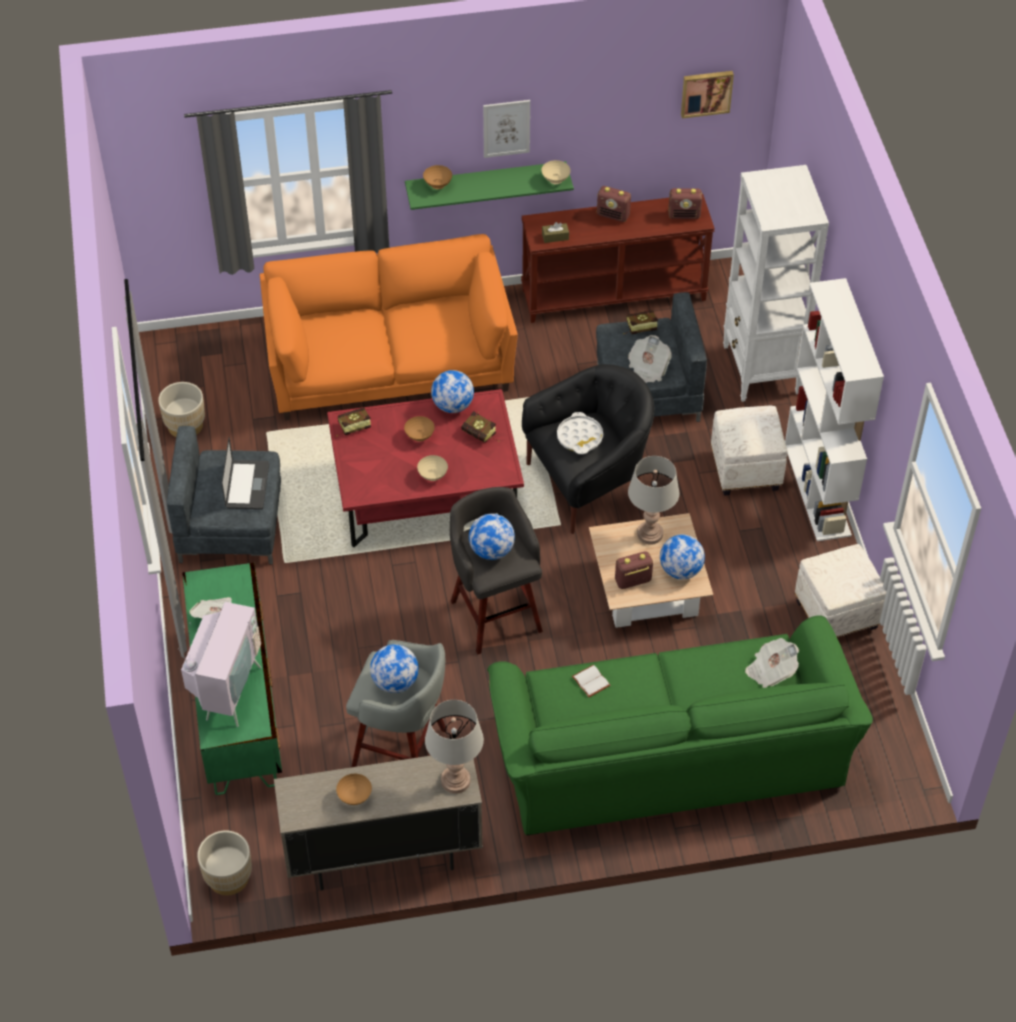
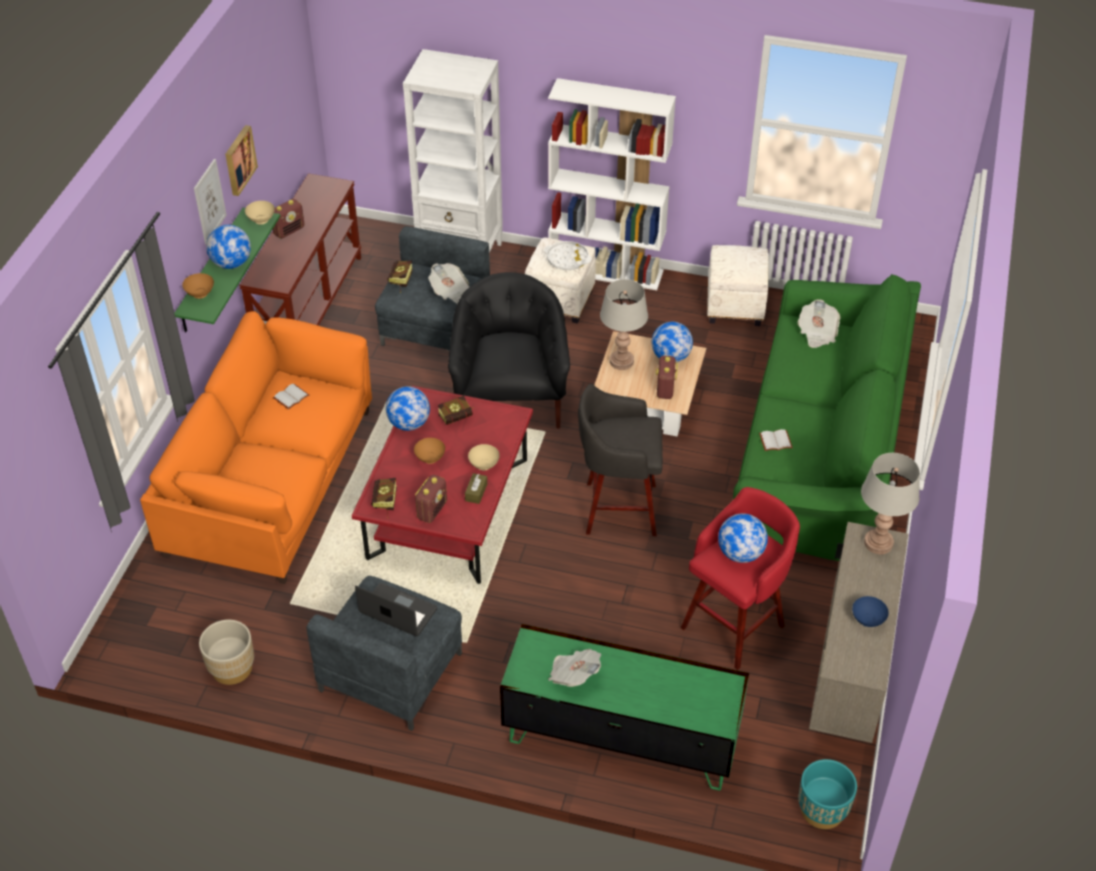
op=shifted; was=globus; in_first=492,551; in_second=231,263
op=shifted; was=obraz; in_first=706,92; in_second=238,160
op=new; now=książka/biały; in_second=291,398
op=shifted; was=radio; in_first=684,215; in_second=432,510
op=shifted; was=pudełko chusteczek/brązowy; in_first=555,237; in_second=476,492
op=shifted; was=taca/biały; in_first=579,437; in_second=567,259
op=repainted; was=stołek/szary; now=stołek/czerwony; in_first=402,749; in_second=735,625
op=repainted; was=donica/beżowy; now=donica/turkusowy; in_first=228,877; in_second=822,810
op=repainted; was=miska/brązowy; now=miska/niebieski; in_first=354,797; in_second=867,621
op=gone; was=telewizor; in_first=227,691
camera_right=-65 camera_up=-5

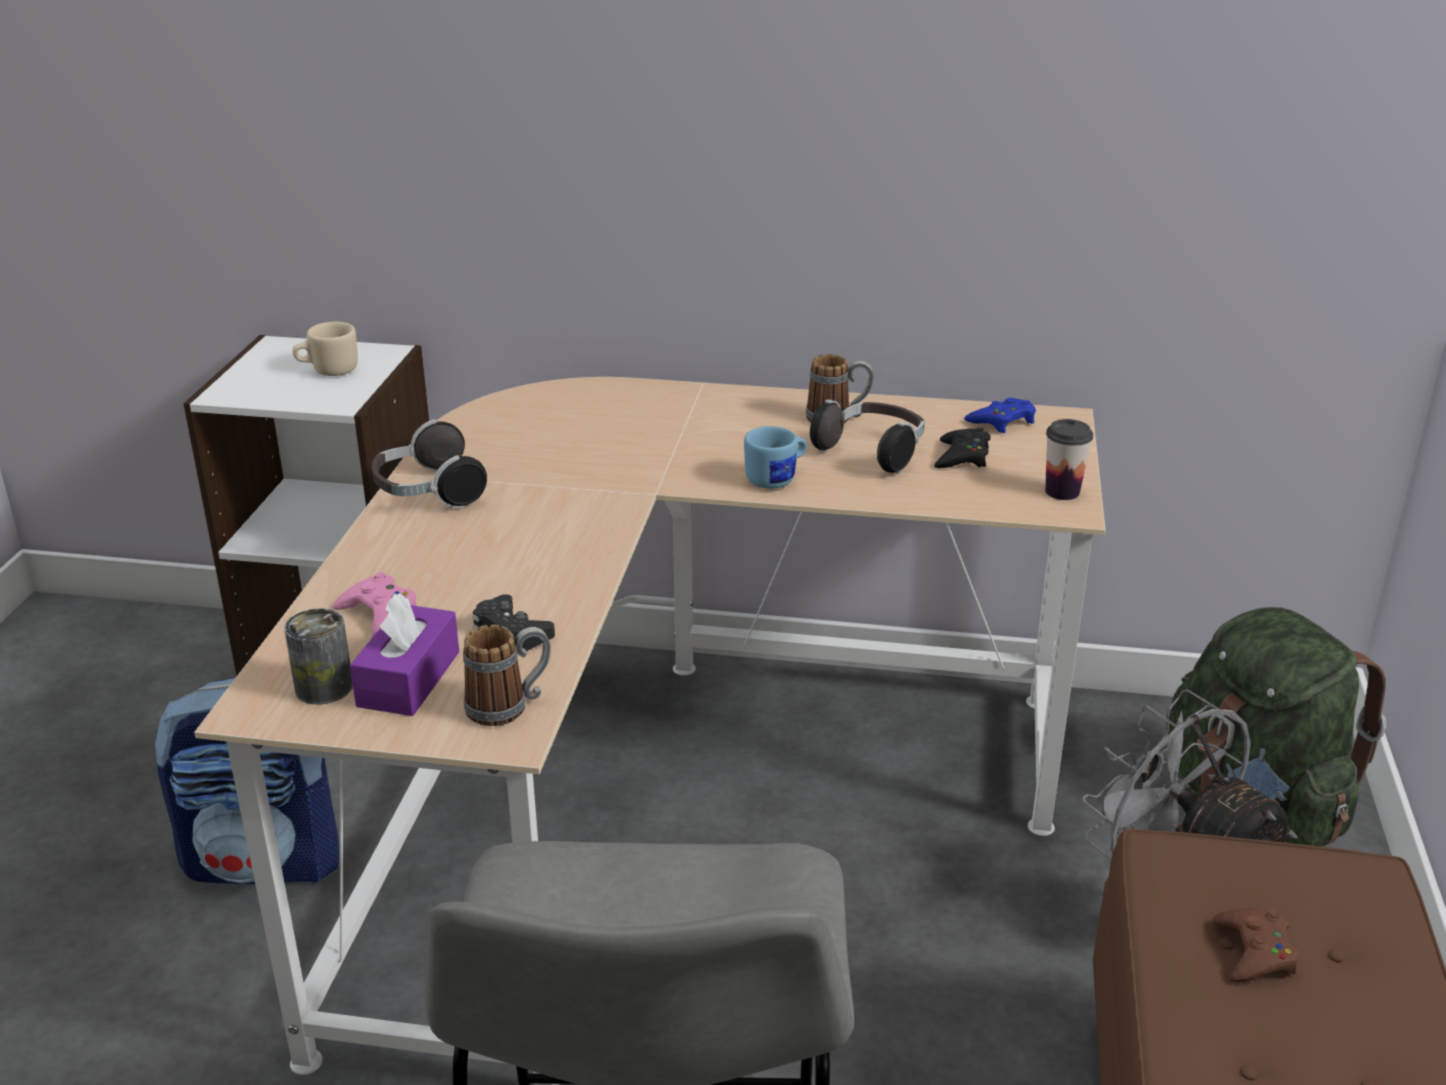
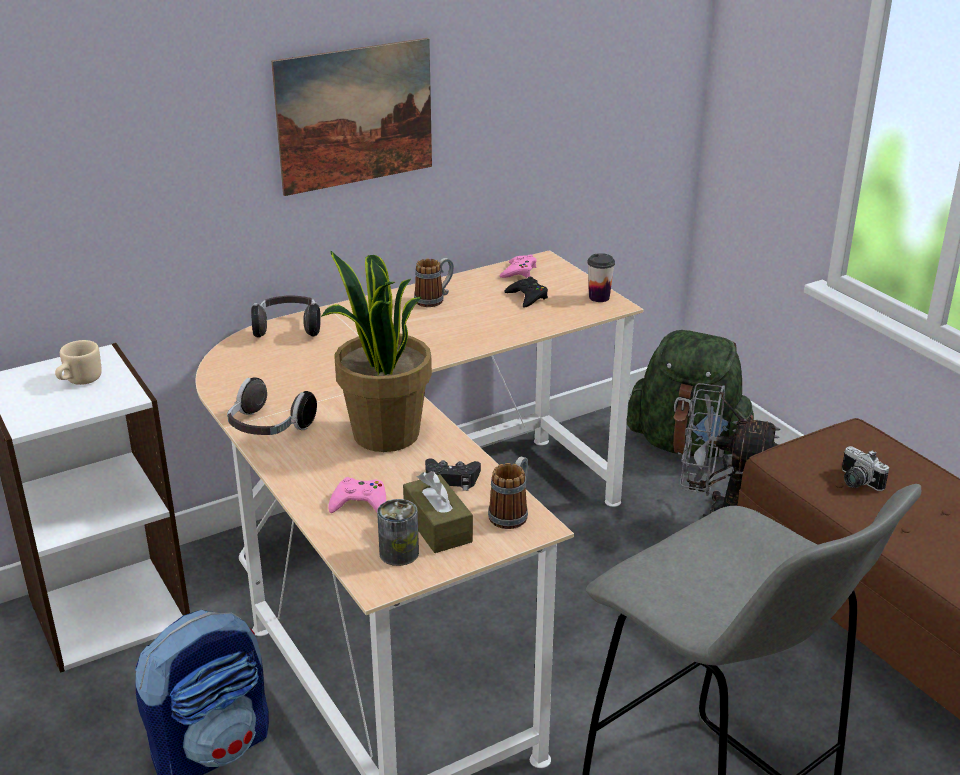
op=shifted; was=słuchawki; in_first=873,452; in_second=288,328
op=new; now=obraz; in_second=355,116
op=new; now=roślina doniczkowa; in_second=384,434
op=repainted; was=pudełko chusteczek/fioletowy; now=pudełko chusteczek/brązowy; in_first=409,679; in_second=437,526
op=repainted; was=pad do gier/niebieski; now=pad do gier/różowy; in_first=1002,421; in_second=519,271
op=swapped; was=pad do gier/brązowy; now=aparat fotograficzny; in_first=1254,953; in_second=856,482
op=gone; was=kubek/niebieski; in_first=777,479
camera_right=-40 camera_up=0

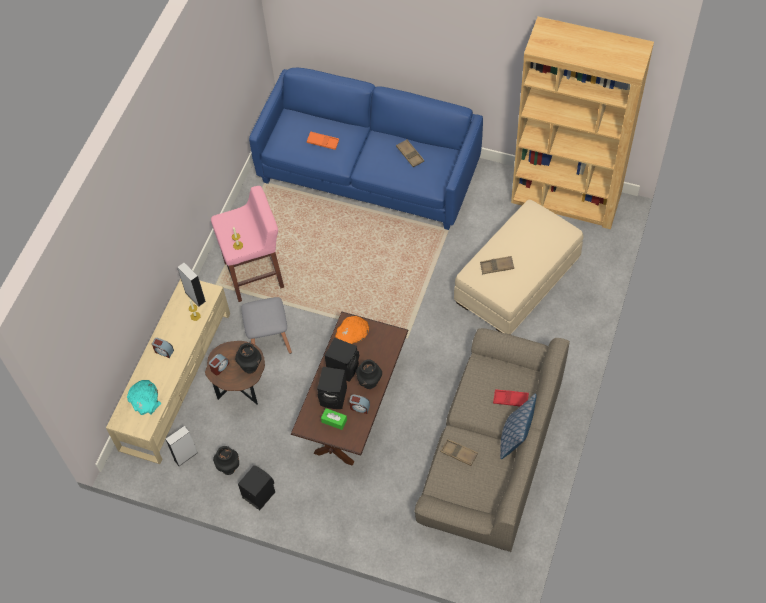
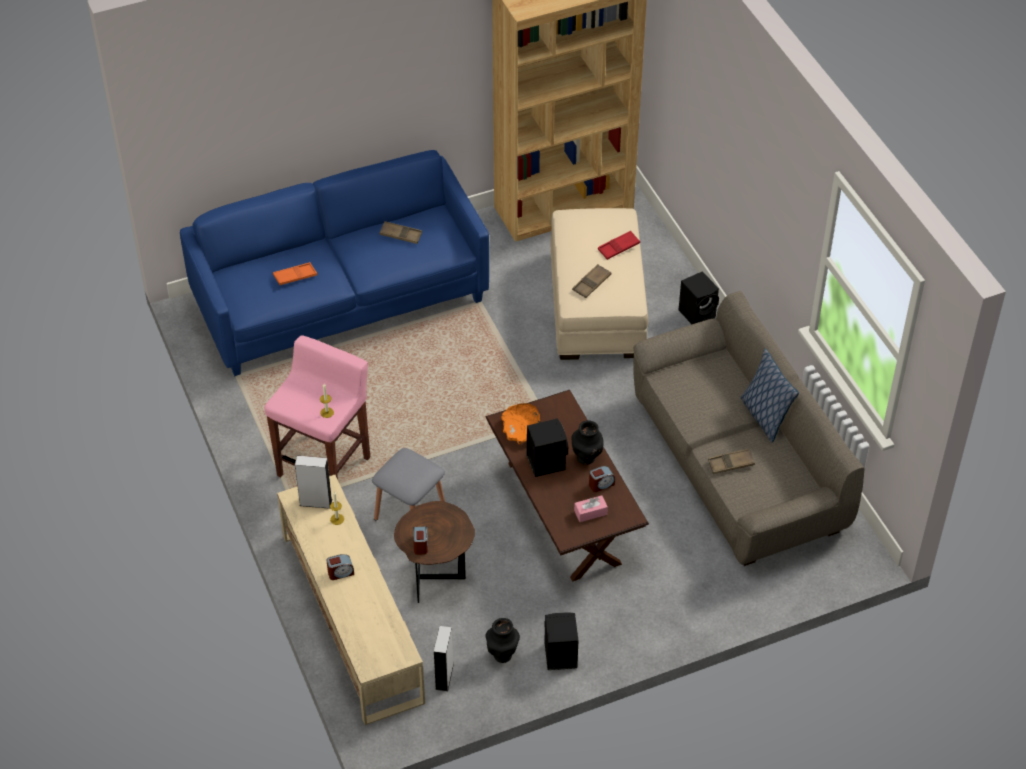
op=repainted; was=pudełko chusteczek/zielony; now=pudełko chusteczek/różowy; in_first=334,421; in_second=590,512
op=shifted; was=taca/czerwony; in_first=510,399; in_second=618,247
op=shifted; was=głośnik/czarny; in_first=334,397; in_second=698,314
op=gone; was=miska/turkusowy; in_first=145,400
op=gone; was=wazon/czarny; in_first=250,367
camera_right=-45 camera_up=-10

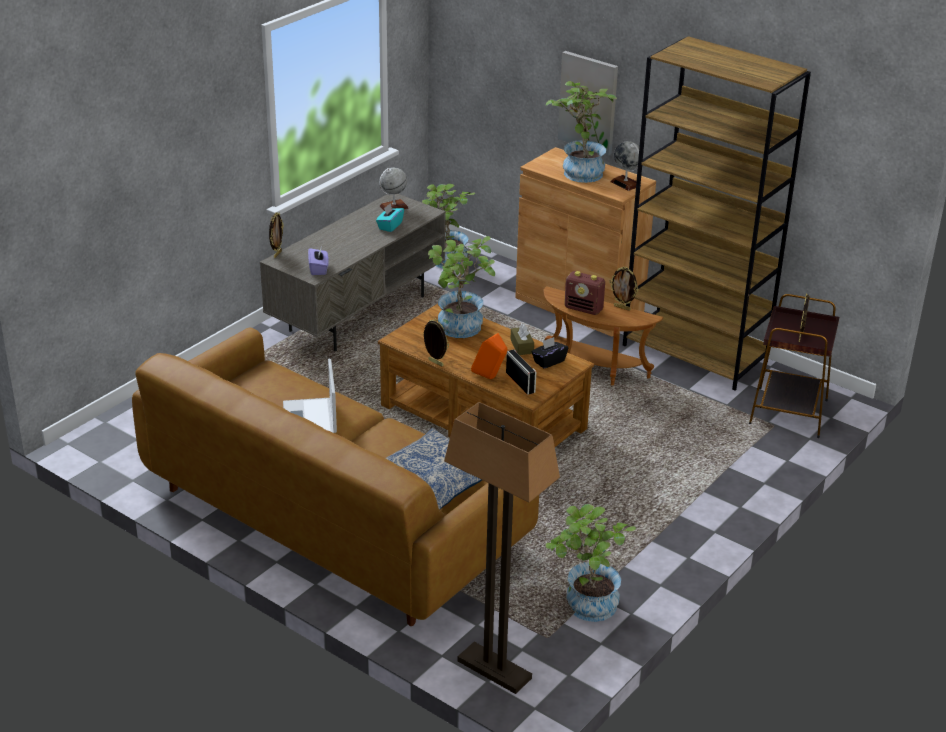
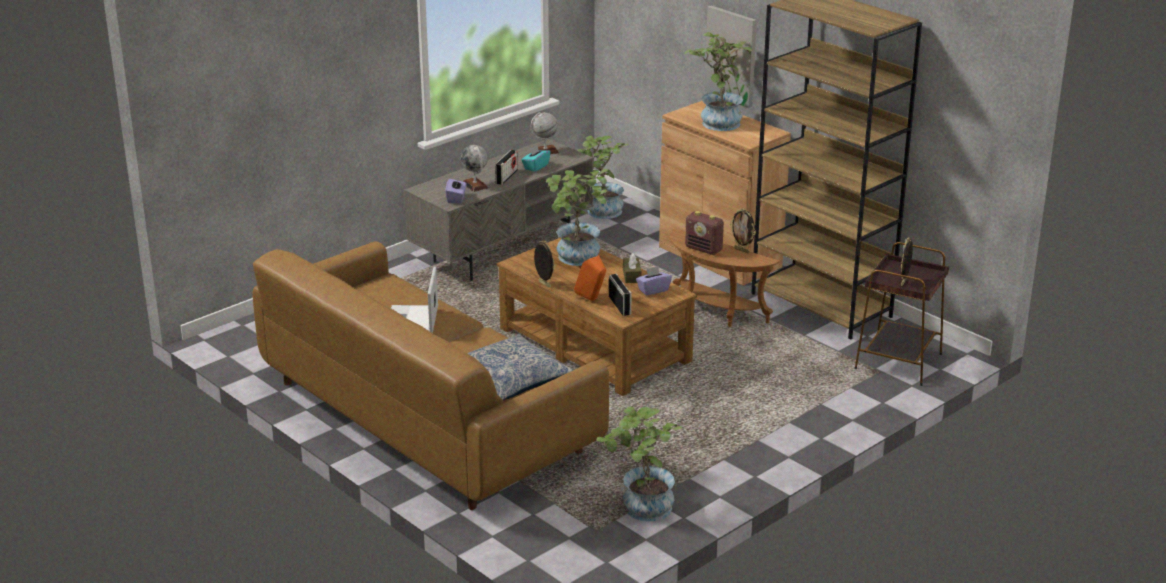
op=shifted; was=globus; in_first=625,183; in_second=475,185
op=new; now=radio; in_second=506,177
op=repainted; was=pudełko chusteczek/czarny; now=pudełko chusteczek/fioletowy; in_first=549,361; in_second=653,290
op=gone; was=ramka na zdjęcie; in_first=277,254
op=gone; was=lampa stojąca; in_first=493,670
camera_right=10 camera_up=-5

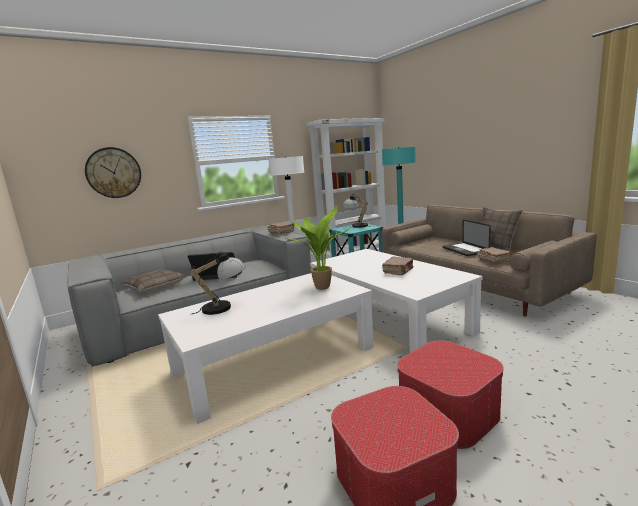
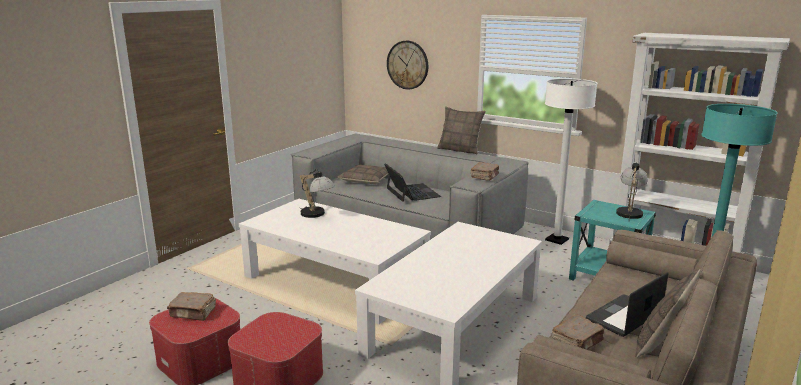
op=shifted; was=książka/brązowy; in_first=398,271; in_second=193,313
op=new; now=poduszka; in_second=460,150
op=gone; was=roślina doniczkowa; in_first=321,287
camera_right=65 camera_up=5

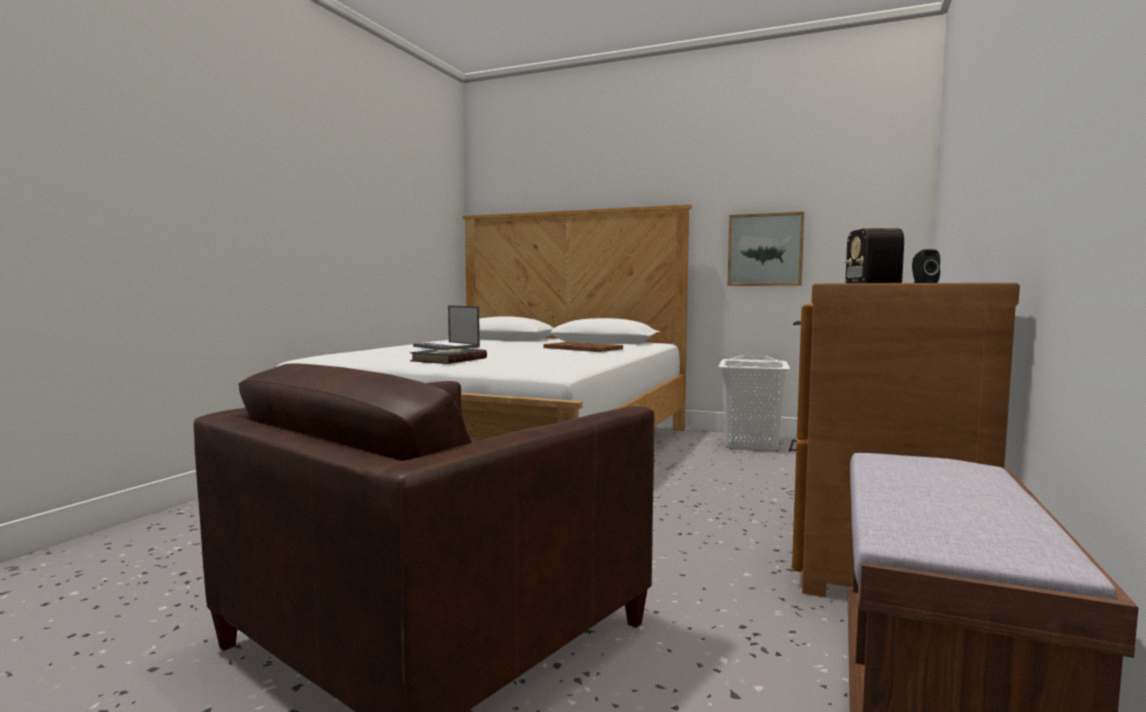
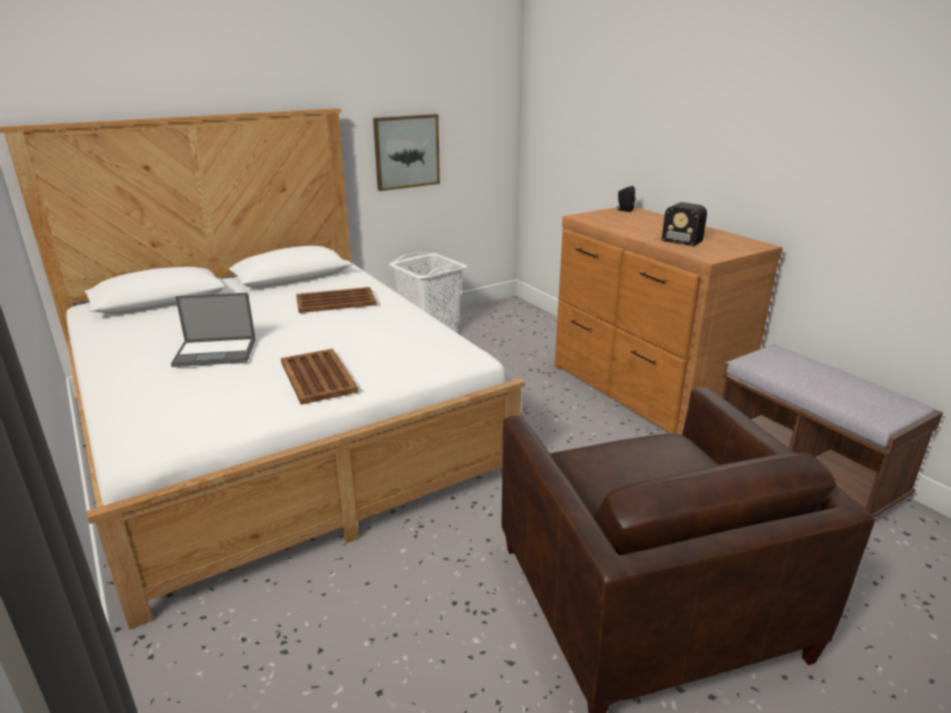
op=swapped; was=książka; now=taca/brązowy; in_first=448,359; in_second=318,377
camera_right=-55 camera_up=20

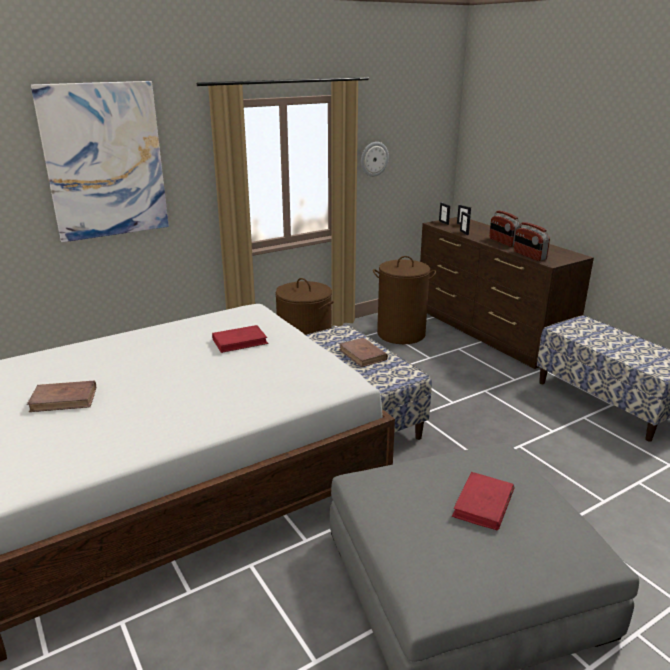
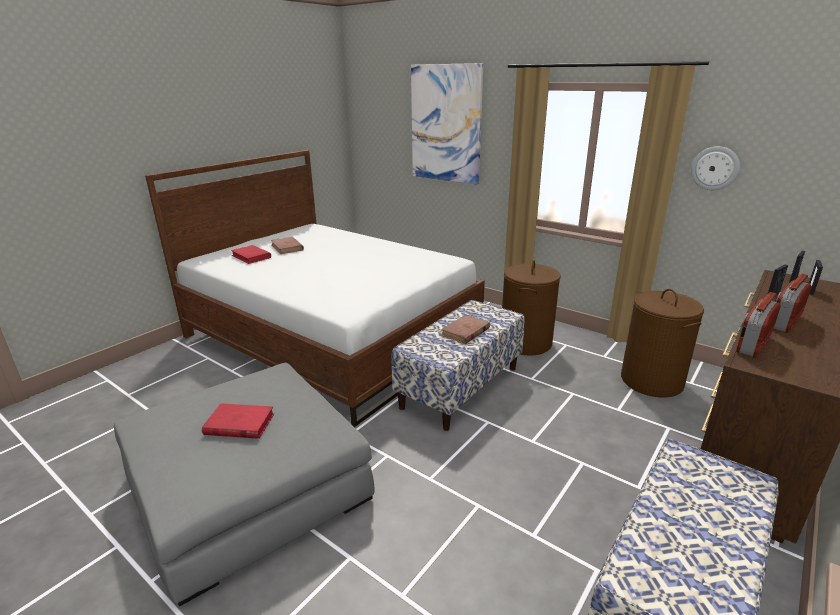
op=shifted; was=książka/czerwony; in_first=240,341; in_second=251,256
camera_right=70 camera_up=0

